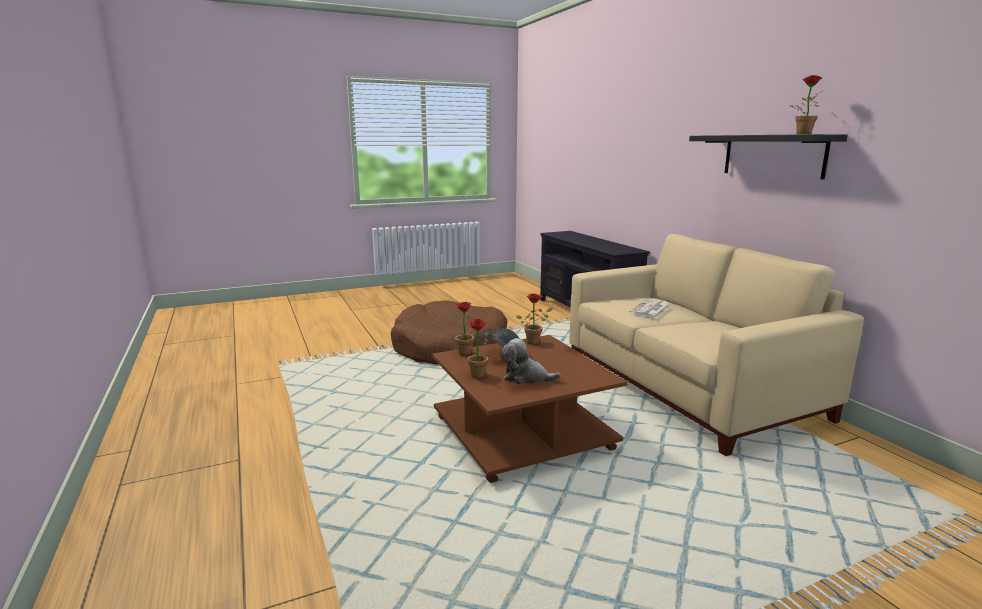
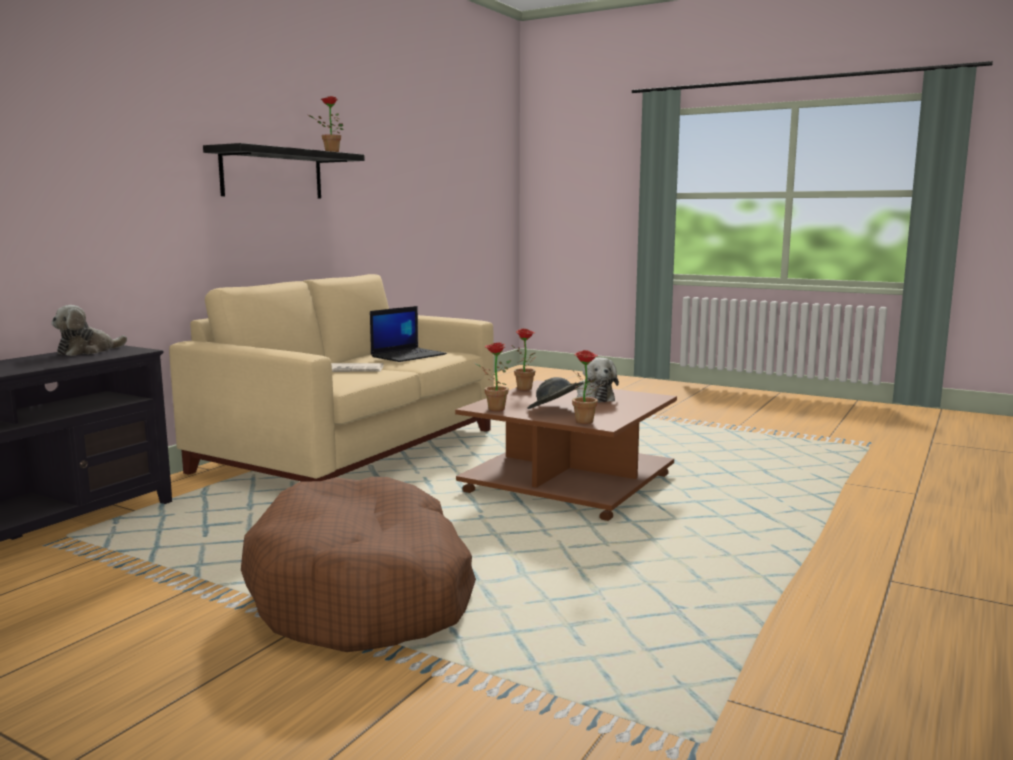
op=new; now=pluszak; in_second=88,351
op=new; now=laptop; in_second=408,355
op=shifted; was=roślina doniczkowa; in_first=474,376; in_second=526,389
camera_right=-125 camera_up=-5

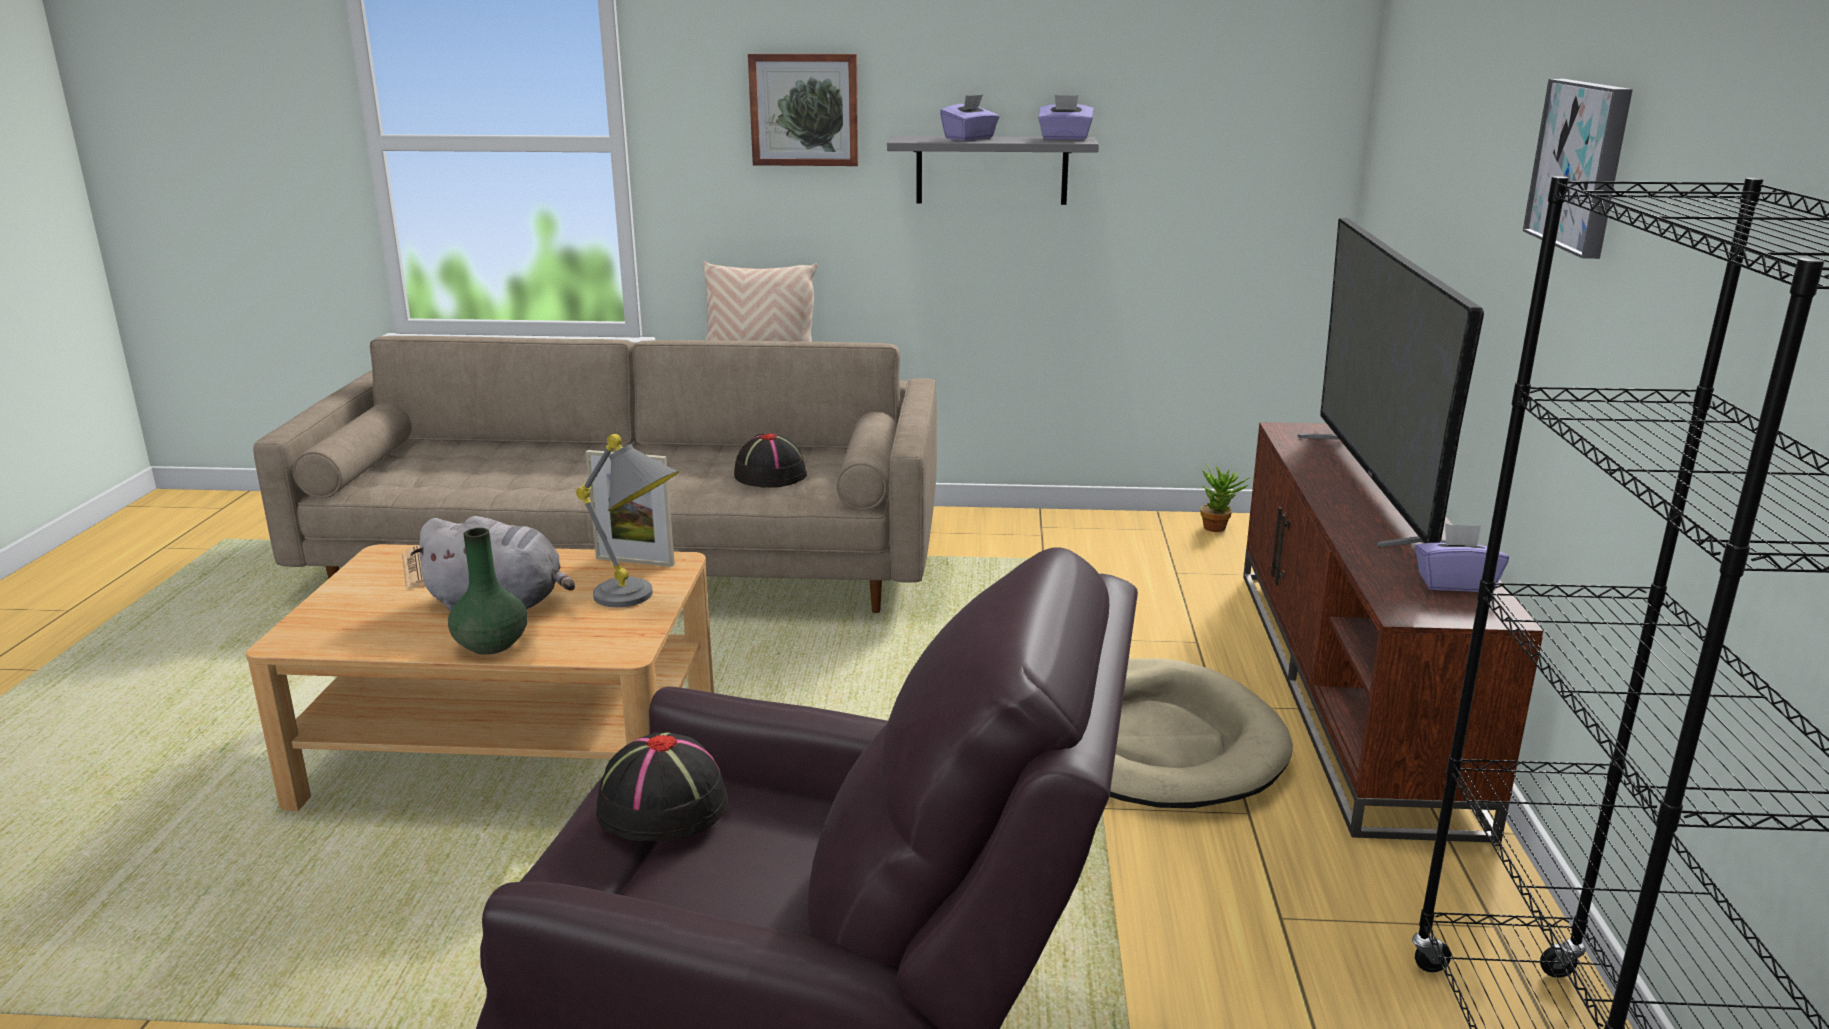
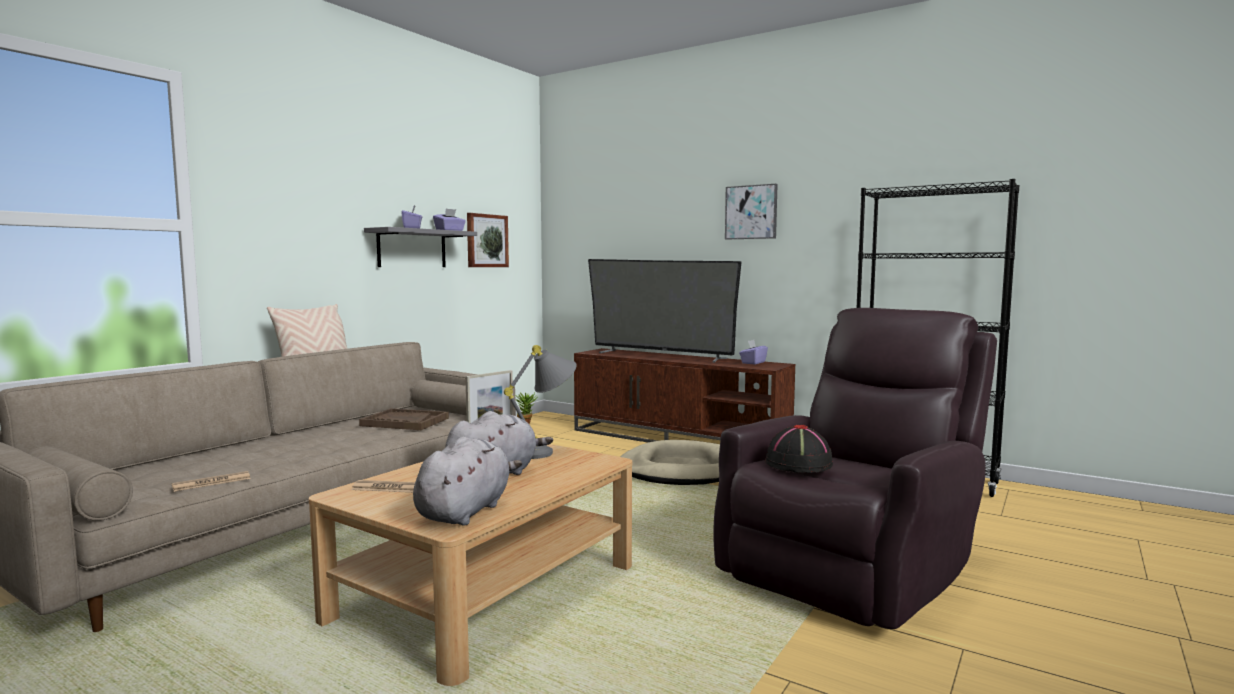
op=new; now=gazeta; in_second=212,482
op=swapped; was=kapelusz/czarny; now=taca/brązowy; in_first=770,475; in_second=404,422
op=new; now=pluszak/szary; in_second=466,511
op=shifted; was=obraz; in_first=804,110; in_second=486,241
op=gone; was=wazon/zielony; in_first=491,644
camera_right=-60 camera_up=-15

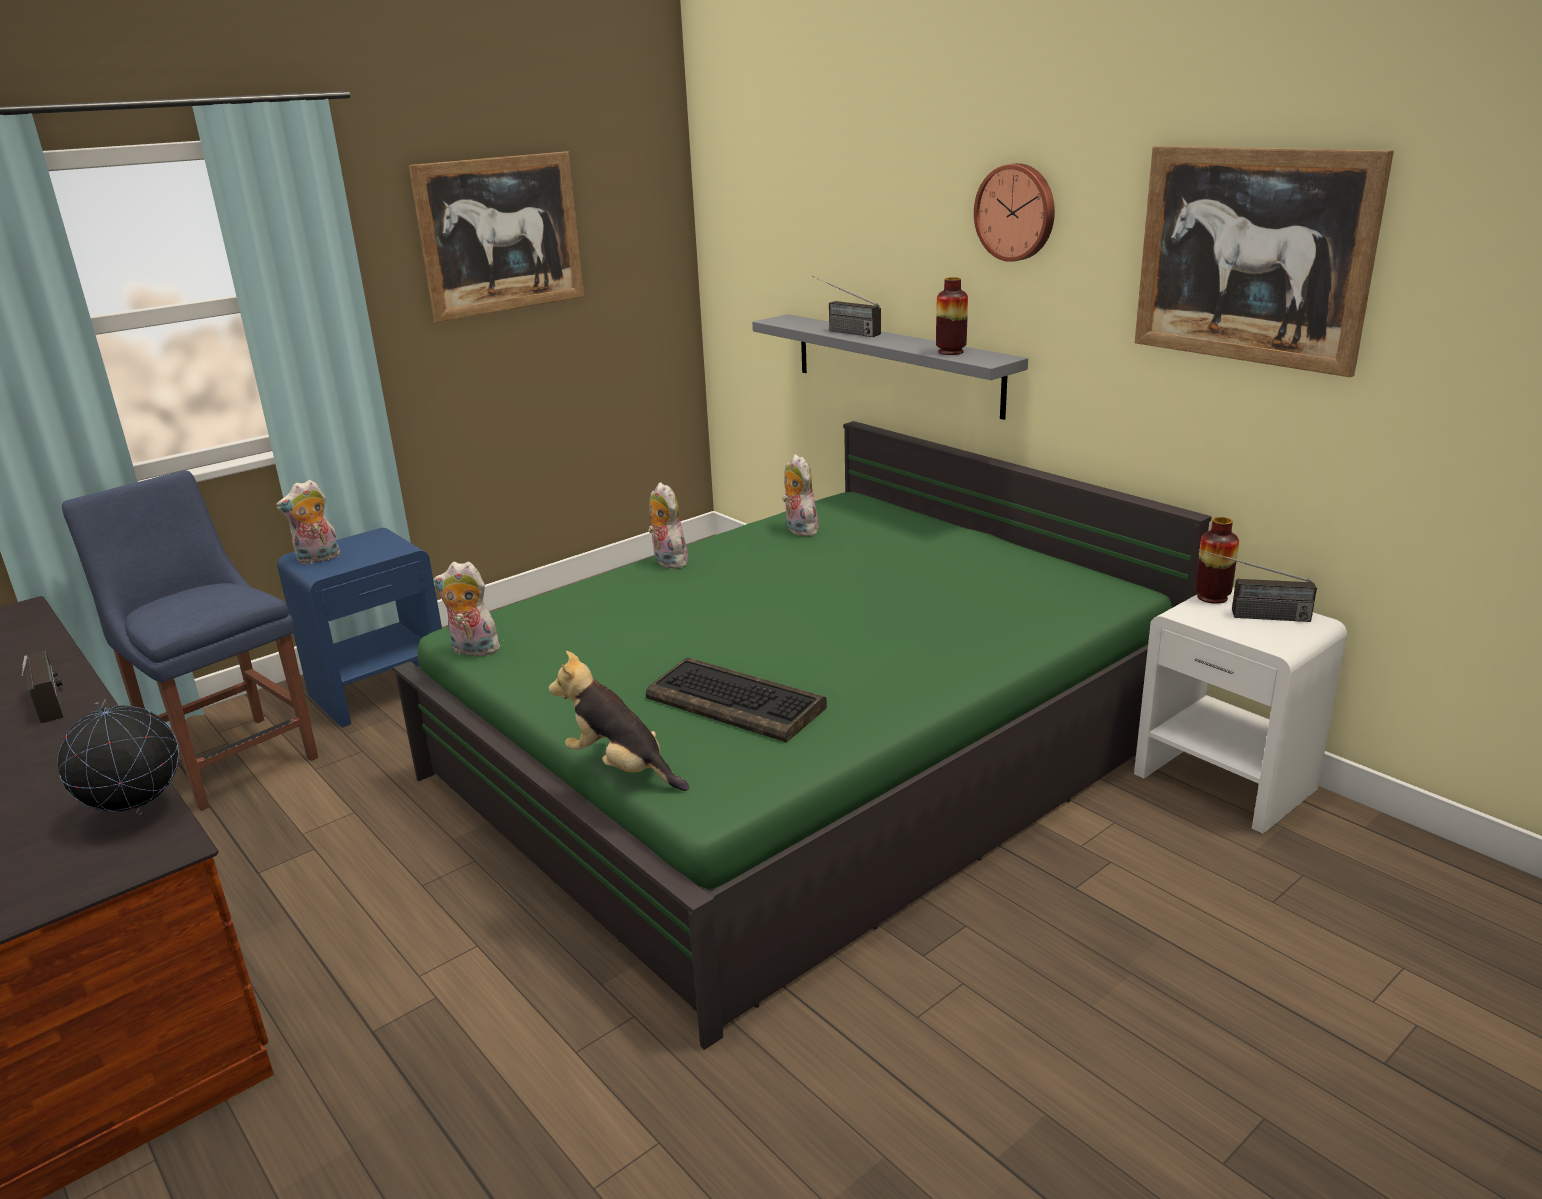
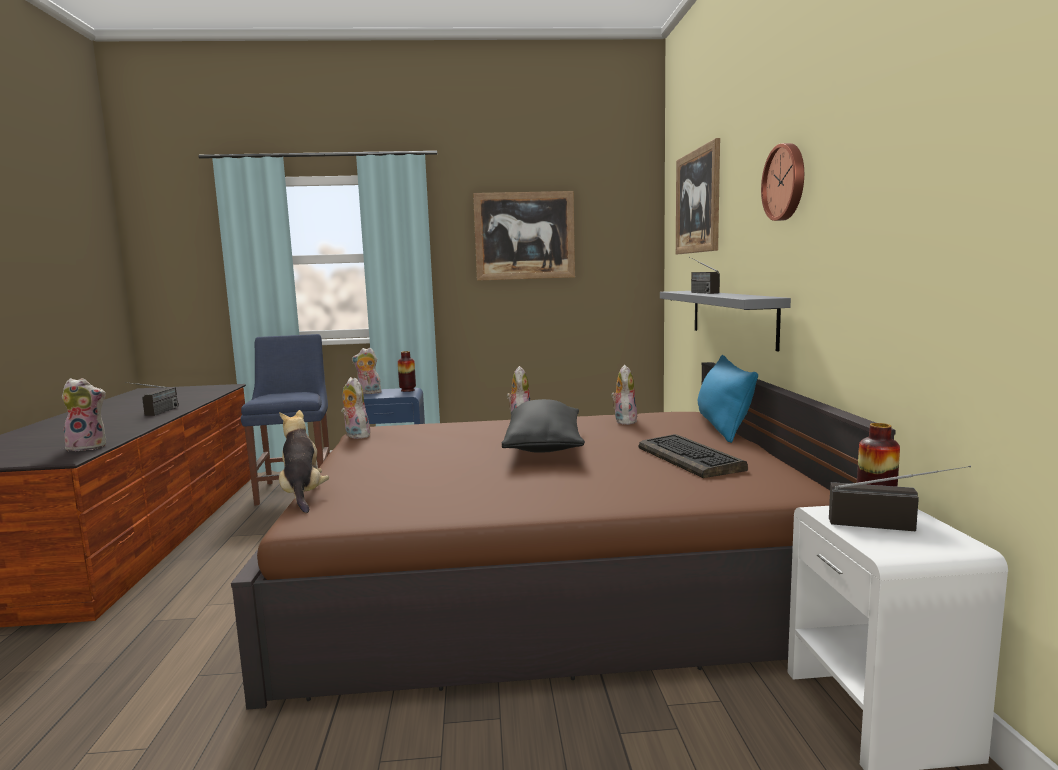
op=swapped; was=globus; now=pluszak; in_first=137,814; in_second=89,447
op=repainted; was=łóżko/zielony; now=łóżko/brązowy; in_first=805,755; in_second=549,572
op=shifted; was=wazon; in_first=950,352; in_second=407,390
op=new; now=poduszka/czarny; in_second=544,447
op=shifted; was=klawiatura; in_first=737,703; in_second=691,459
op=shifted; was=obraz; in_first=1252,256; in_second=697,202
op=new; now=poduszka/niebieski; in_second=723,426
op=rotated; was=radio; in_first=1250,615; in_second=893,526; clockwise=150
camera_right=35 camera_up=-15

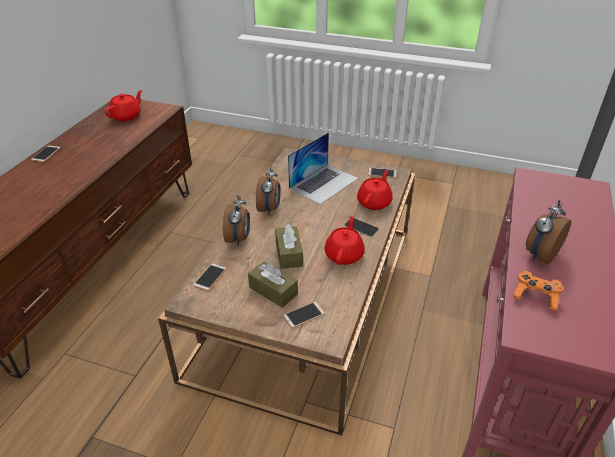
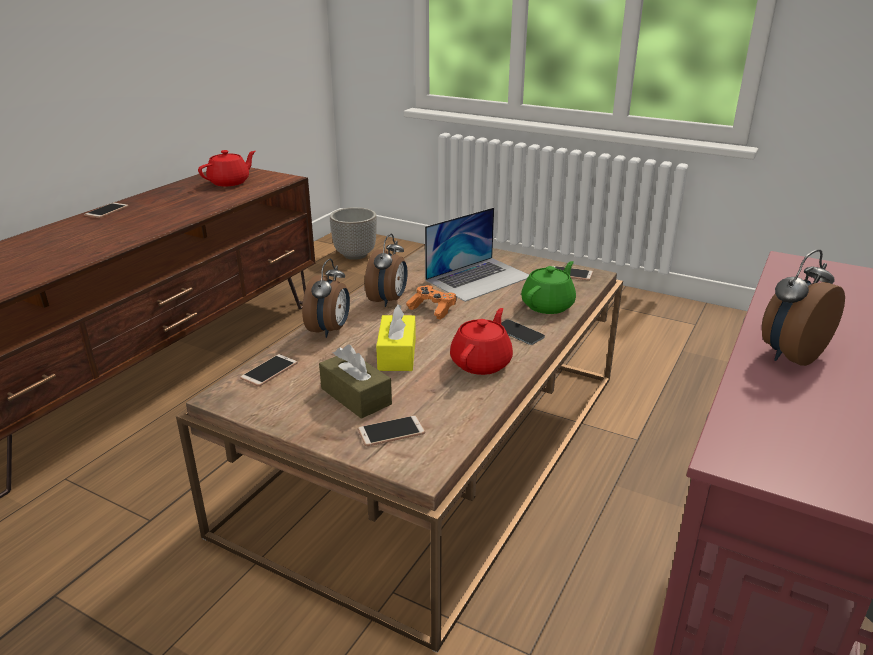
op=new; now=donica; in_second=354,255
op=repainted; was=pudełko chusteczek/brązowy; now=pudełko chusteczek/żółty; in_first=289,254; in_second=397,354
op=shifted; was=pad do gier/pomarańczowy; in_first=535,296; in_second=432,309
op=repainted; was=imbryk/czerwony; now=imbryk/zielony; in_first=374,202; in_second=548,305
camera_right=10 camera_up=-10

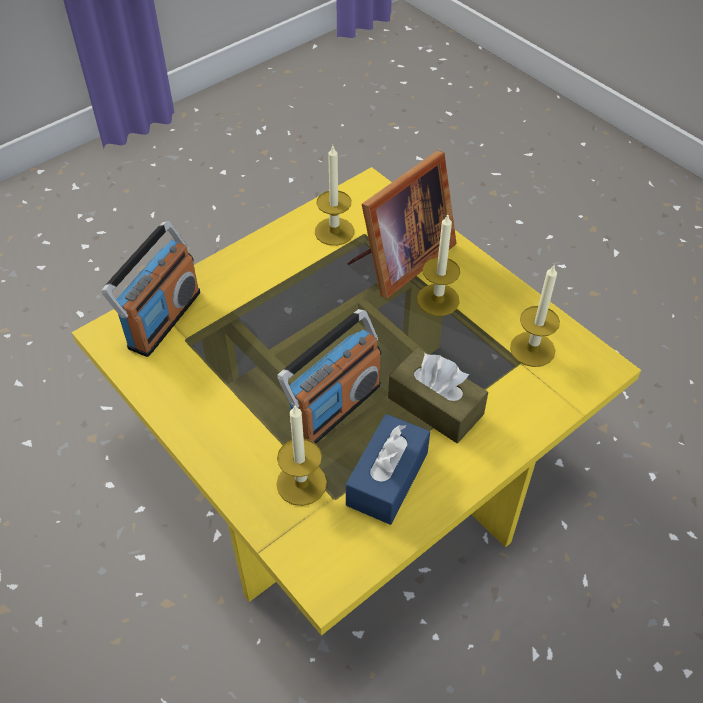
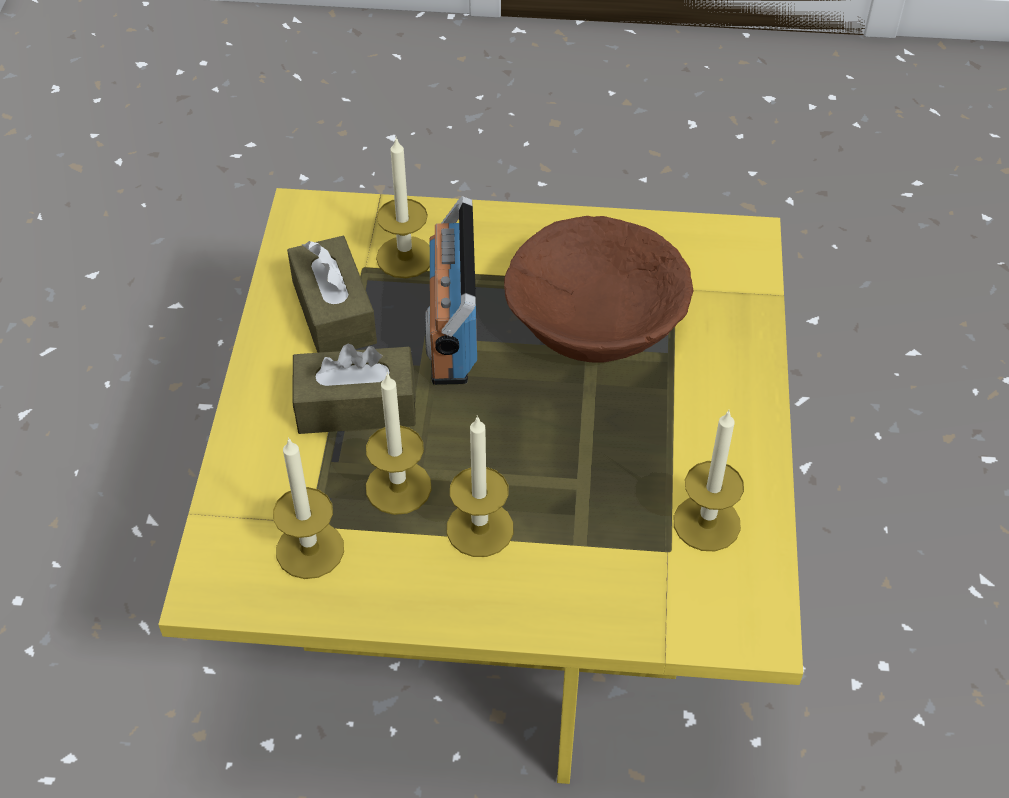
op=repainted; was=pudełko chusteczek/niebieski; now=pudełko chusteczek/brązowy; in_first=387,478; in_second=334,312
op=new; now=świeca; in_second=398,487
op=new; now=miska/brązowy; in_second=597,317
op=gone; was=radio; in_first=163,319
op=gone; was=ramka na zdjęcie; in_first=399,261
camera_right=135 camera_up=0

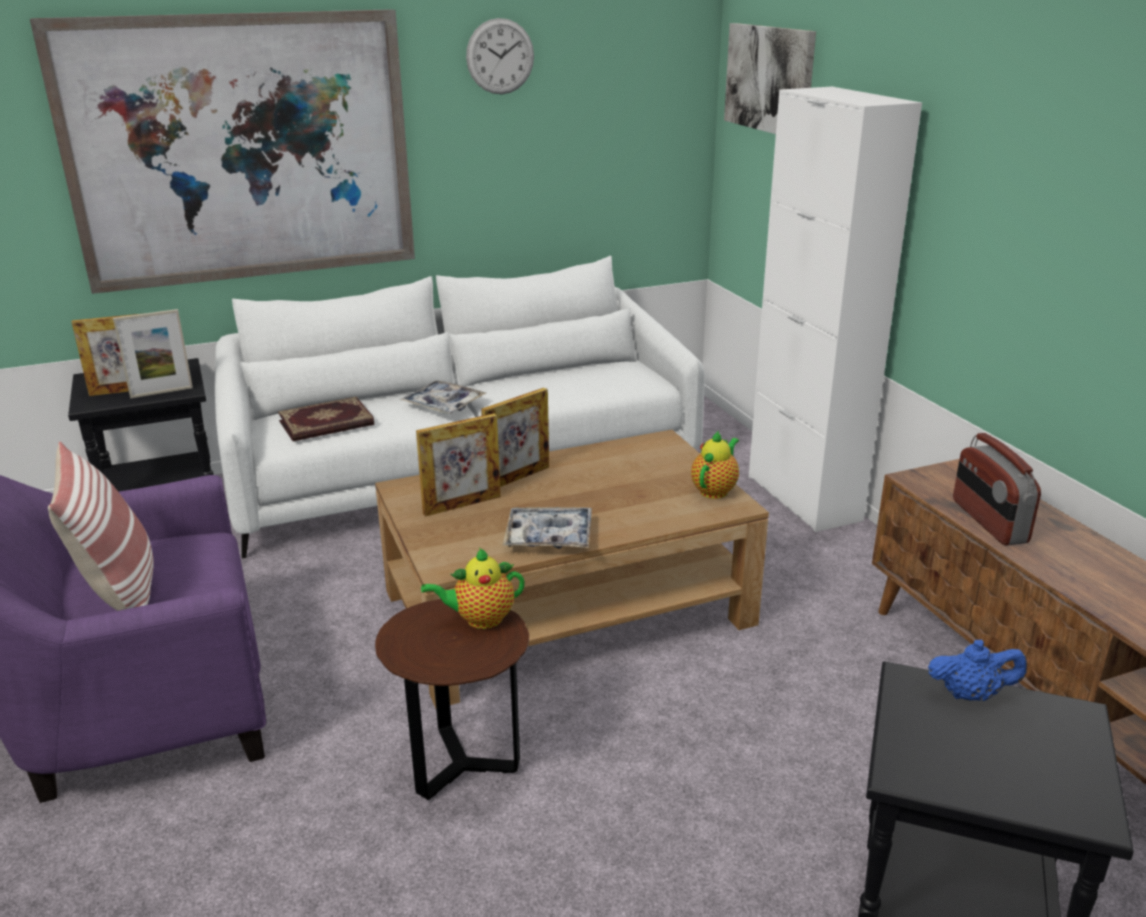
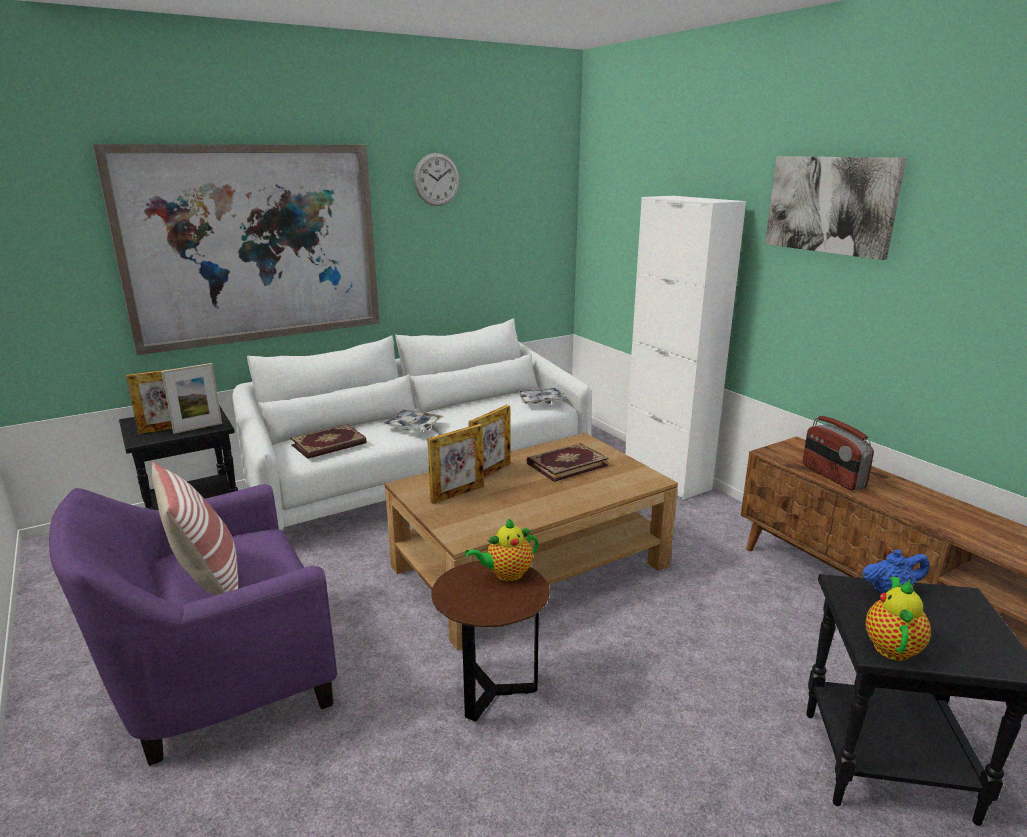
op=shifted; was=taca; in_first=549,537; in_second=541,400
op=new; now=książka; in_second=566,464
op=shifted; was=obraz; in_first=770,79; in_second=831,205
op=shifted; was=imbryk; in_first=715,490; in_second=891,646
camera_right=-10 camera_up=-5

